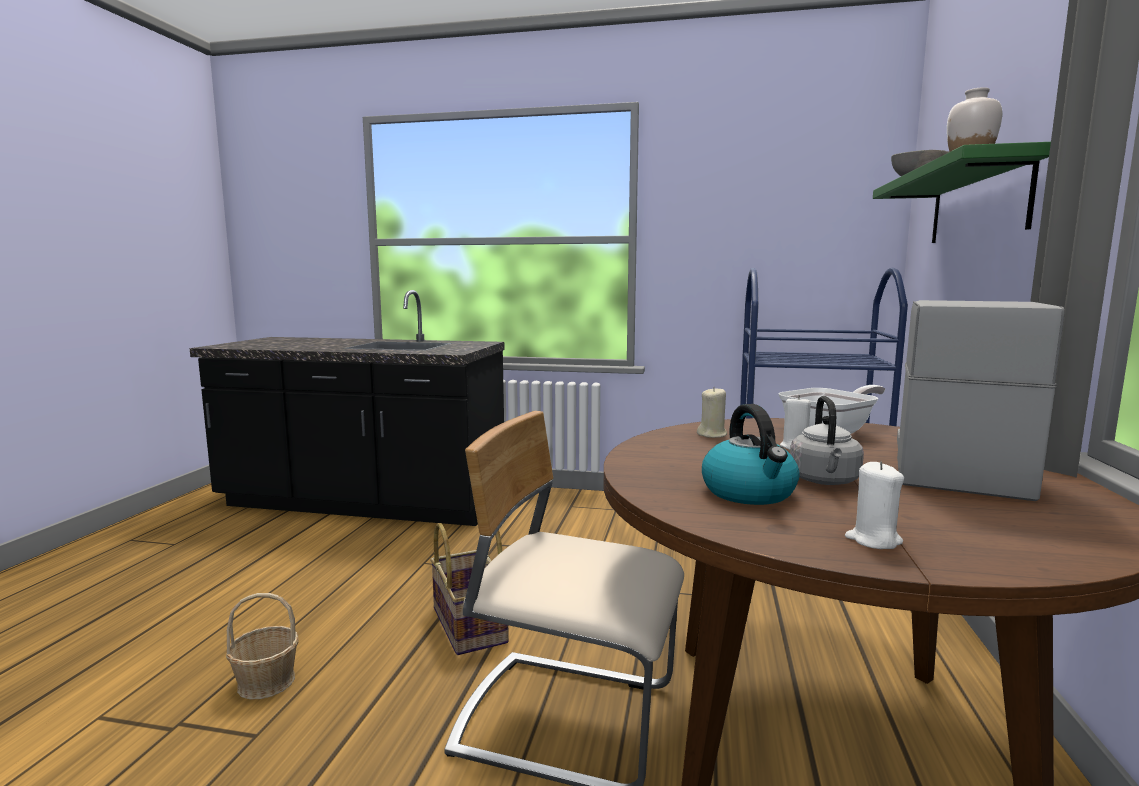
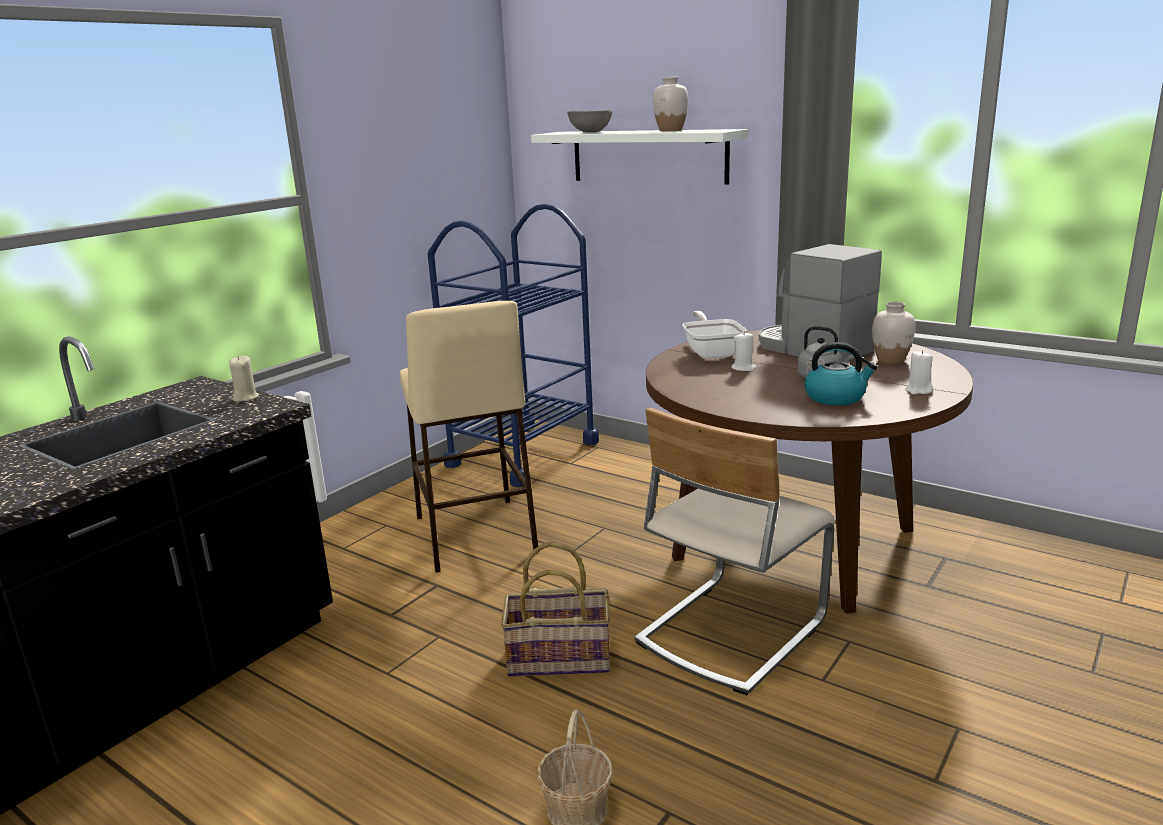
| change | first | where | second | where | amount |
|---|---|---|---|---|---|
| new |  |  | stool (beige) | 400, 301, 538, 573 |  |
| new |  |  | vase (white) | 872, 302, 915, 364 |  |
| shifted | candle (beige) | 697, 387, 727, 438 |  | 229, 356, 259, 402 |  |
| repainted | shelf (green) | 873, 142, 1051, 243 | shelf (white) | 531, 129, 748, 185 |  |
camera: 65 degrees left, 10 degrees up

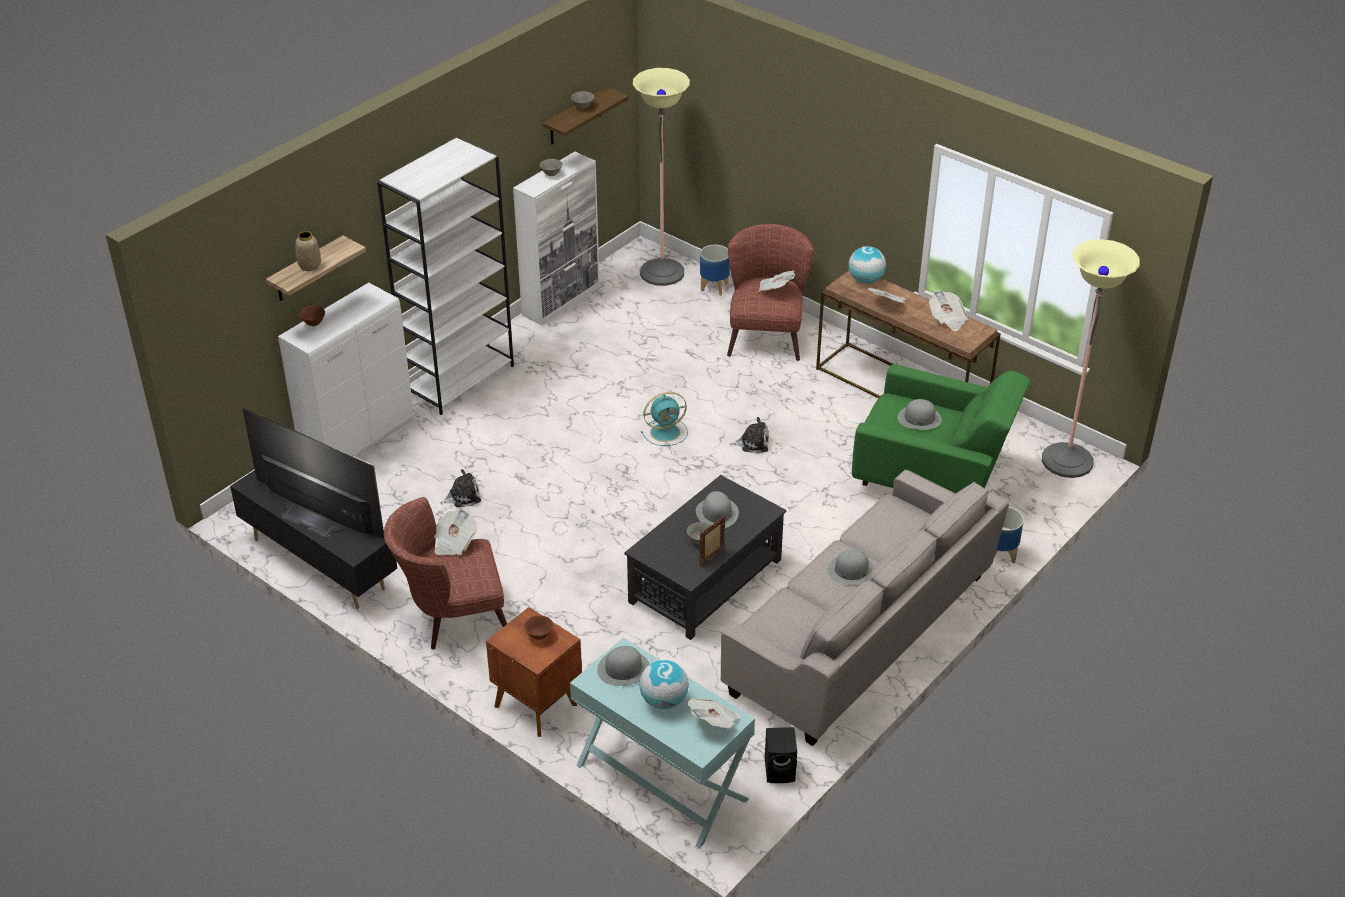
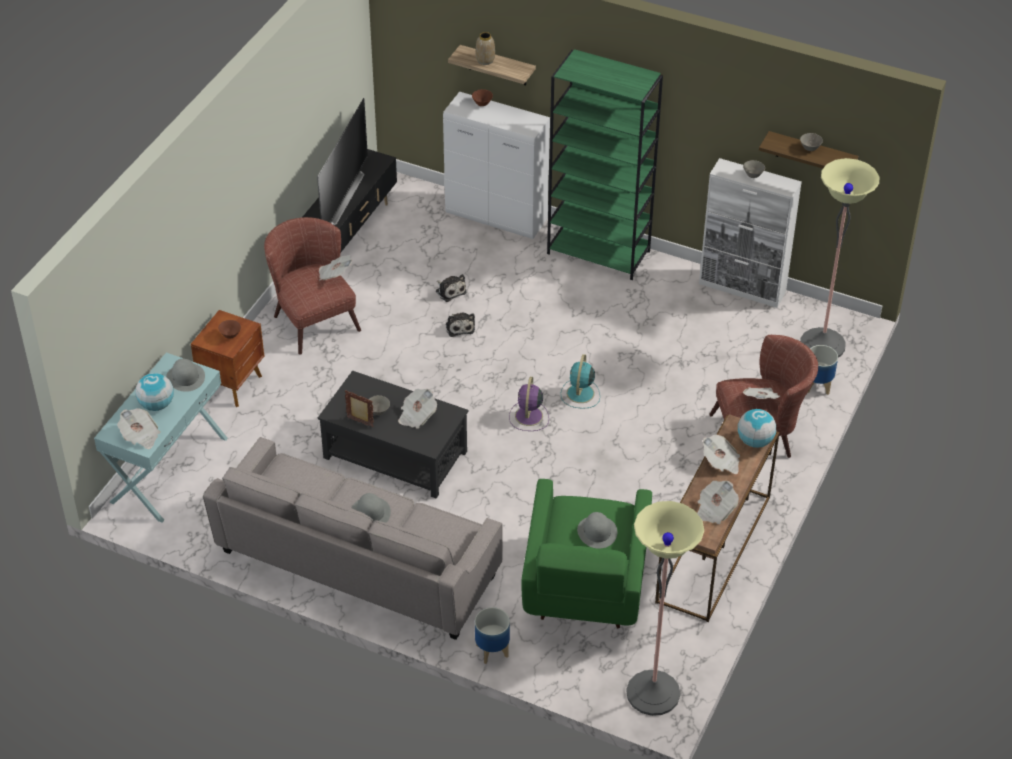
| change | first | where | second | where | amount |
|---|---|---|---|---|---|
| gone | speaker (black) | 765, 727, 797, 783 |  |  |  |
| new |  |  | fan (purple) | 509, 377, 549, 431 |  |
| shifted | plush toy | 730, 417, 769, 453 |  | 446, 313, 475, 337 |  |
| swapped | hat (grey) | 696, 491, 739, 528 | newspaper | 398, 389, 437, 429 |  |
| repainted | bookcase (white) | 377, 138, 514, 415 | bookcase (green) | 547, 49, 663, 280 |  |
| rotated | fan (turquoise) | 641, 392, 688, 446 |  | 561, 354, 600, 409 | 45 degrees clockwise |
camera: 75 degrees right, 5 degrees up

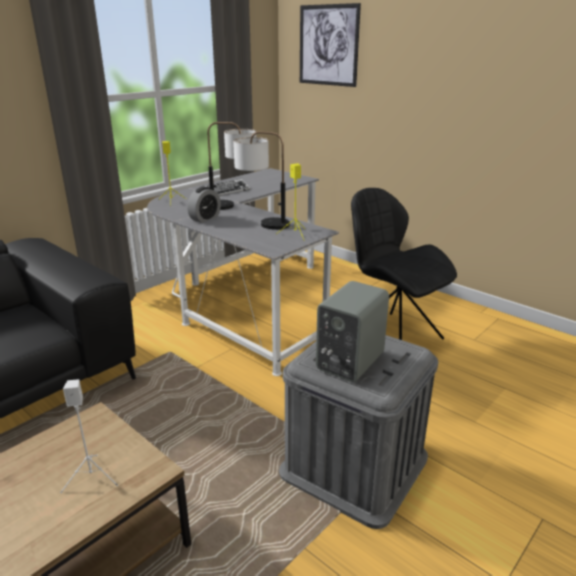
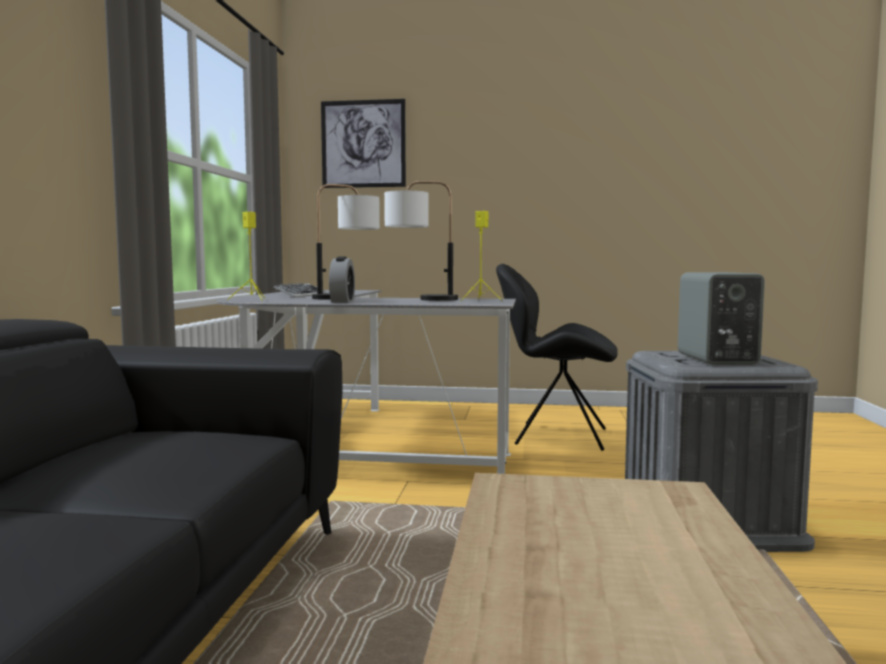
| change | first | where | second | where | amount |
|---|---|---|---|---|---|
| gone | speaker (white) | 60, 379, 118, 493 |  |  |  |
camera: 35 degrees left, 20 degrees down

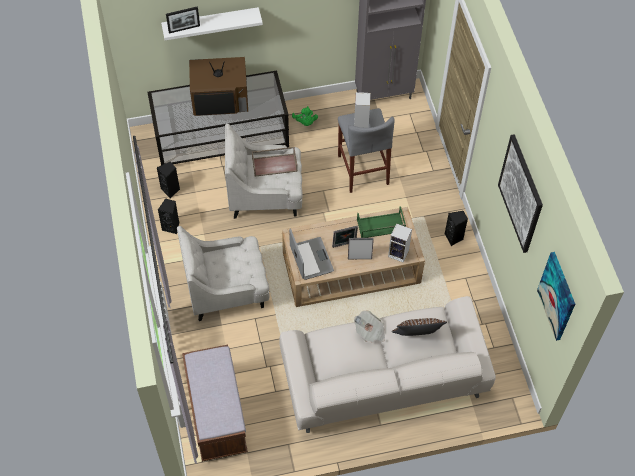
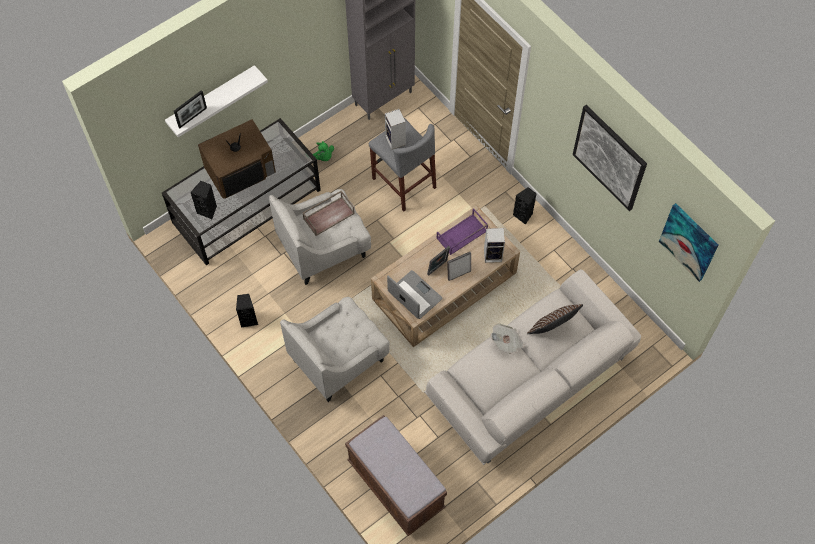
| change | first | where | second | where | amount |
|---|---|---|---|---|---|
| shifted | speaker (black) | 157, 162, 180, 198 |  | 190, 181, 217, 219 |  |
| repainted | tray (green) | 357, 206, 406, 238 | tray (purple) | 437, 208, 488, 255 |  |
camera: 25 degrees left, 5 degrees up

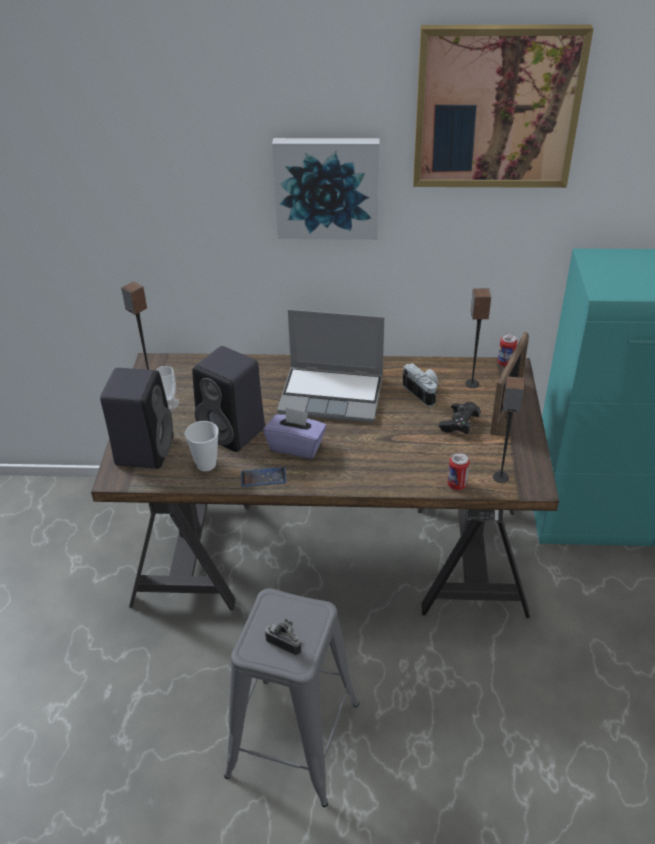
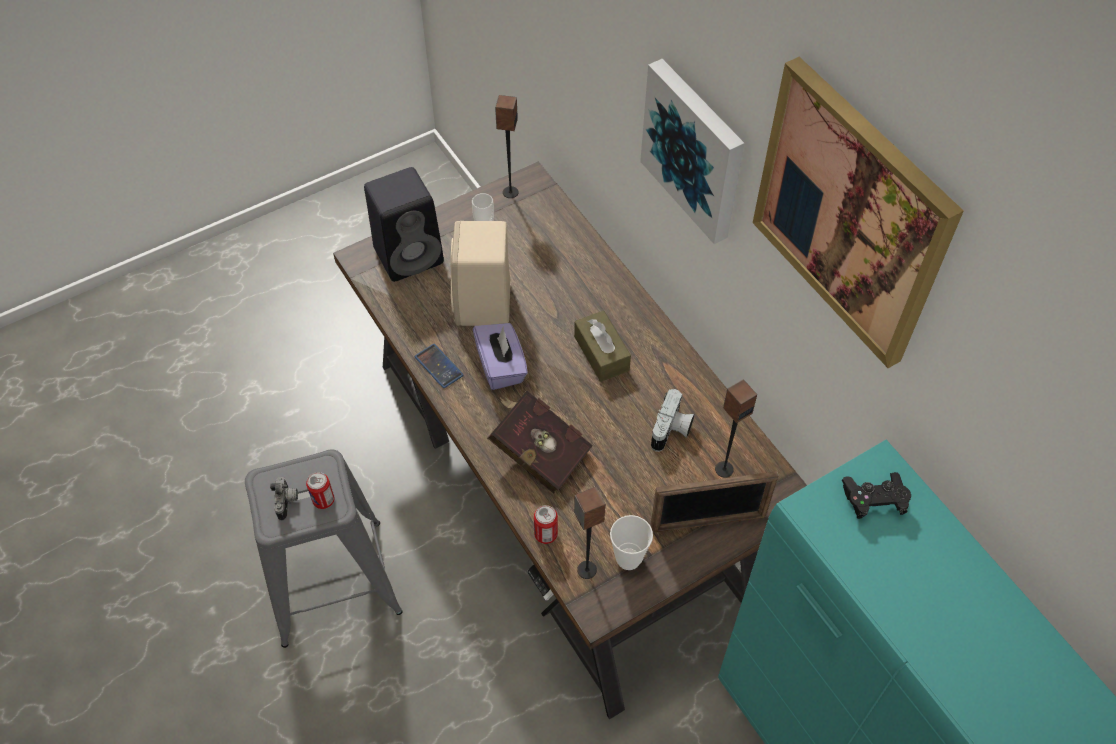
| change | first | where | second | where | amount |
|---|---|---|---|---|---|
| new |  |  | book (red) | 488, 391, 593, 494 |  |
| shifted | cup | 185, 421, 219, 471 |  | 610, 515, 653, 570 |  |
| shifted | game controller (black) | 439, 402, 481, 434 |  | 841, 472, 911, 519 |  |
| shifted | can | 497, 334, 517, 367 |  | 306, 472, 335, 509 |  |
| swapped | laptop | 277, 309, 384, 423 | tissue box (brown) | 574, 311, 631, 382 |  |
| repainted | speaker (black) | 192, 346, 265, 452 | speaker (beige) | 451, 221, 511, 326 |  |
camera: 55 degrees right, 15 degrees up

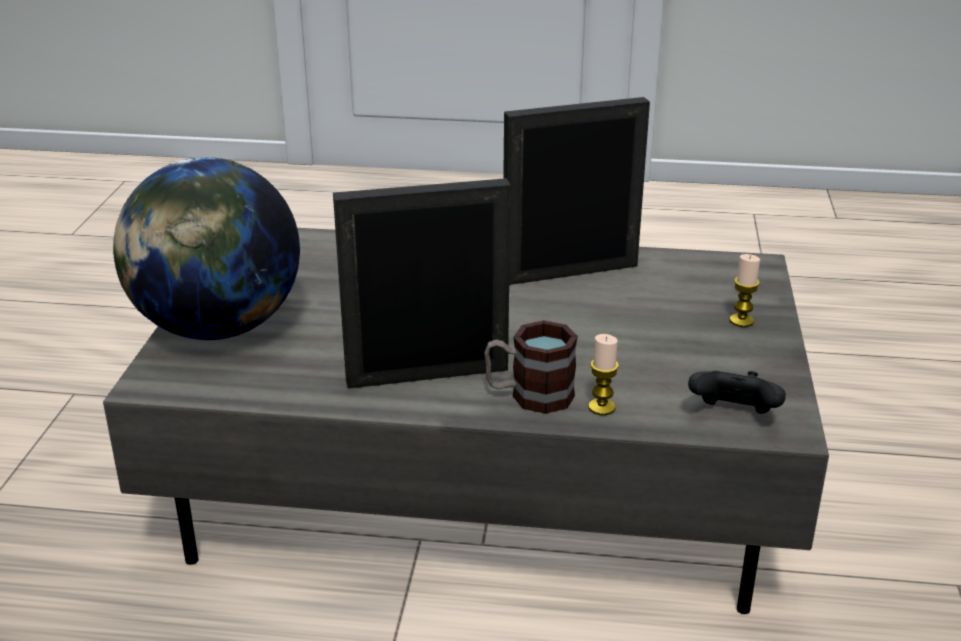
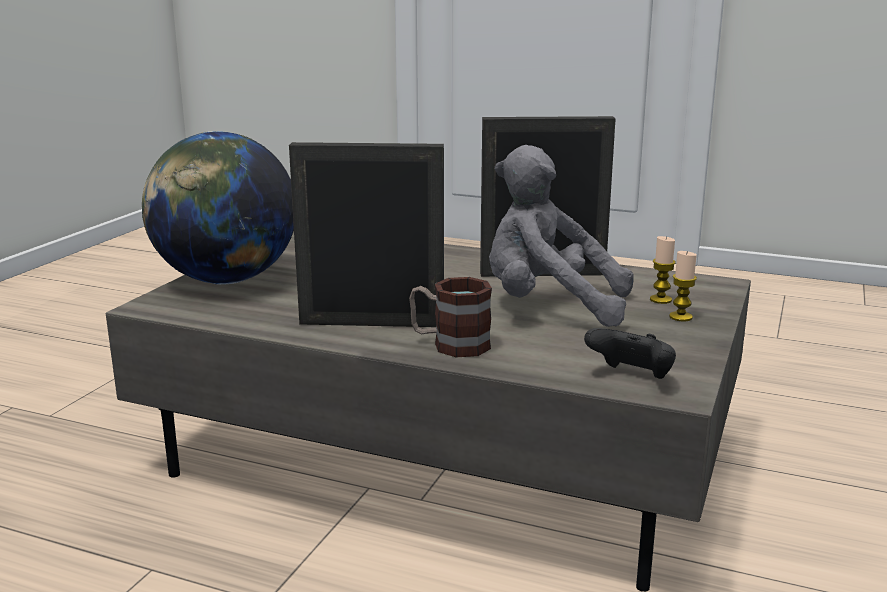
| change | first | where | second | where | amount |
|---|---|---|---|---|---|
| new |  |  | plush toy (grey) | 489, 145, 634, 327 |  |
| shifted | candle | 588, 334, 619, 415 |  | 650, 236, 676, 304 |  |
camera: 15 degrees right, 10 degrees down

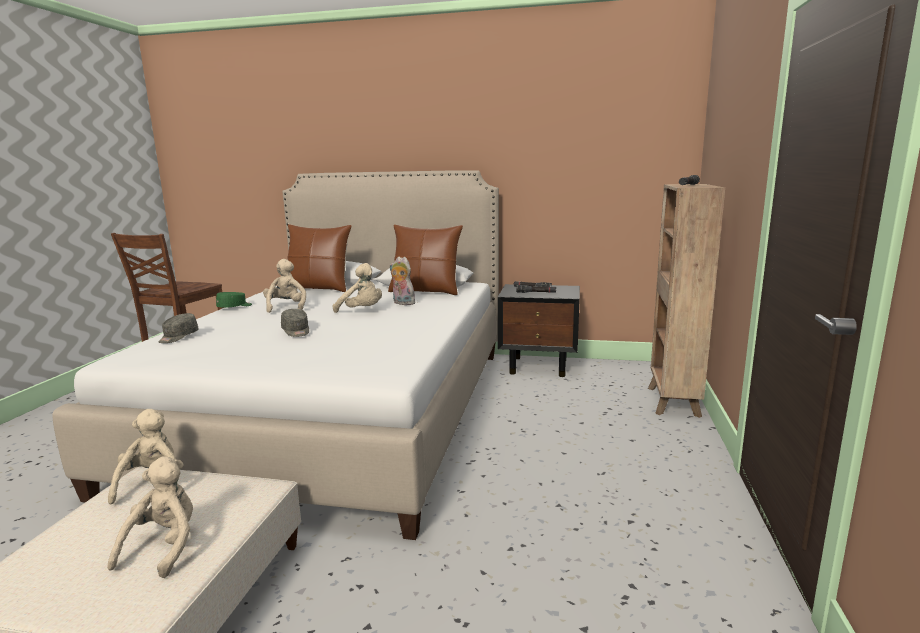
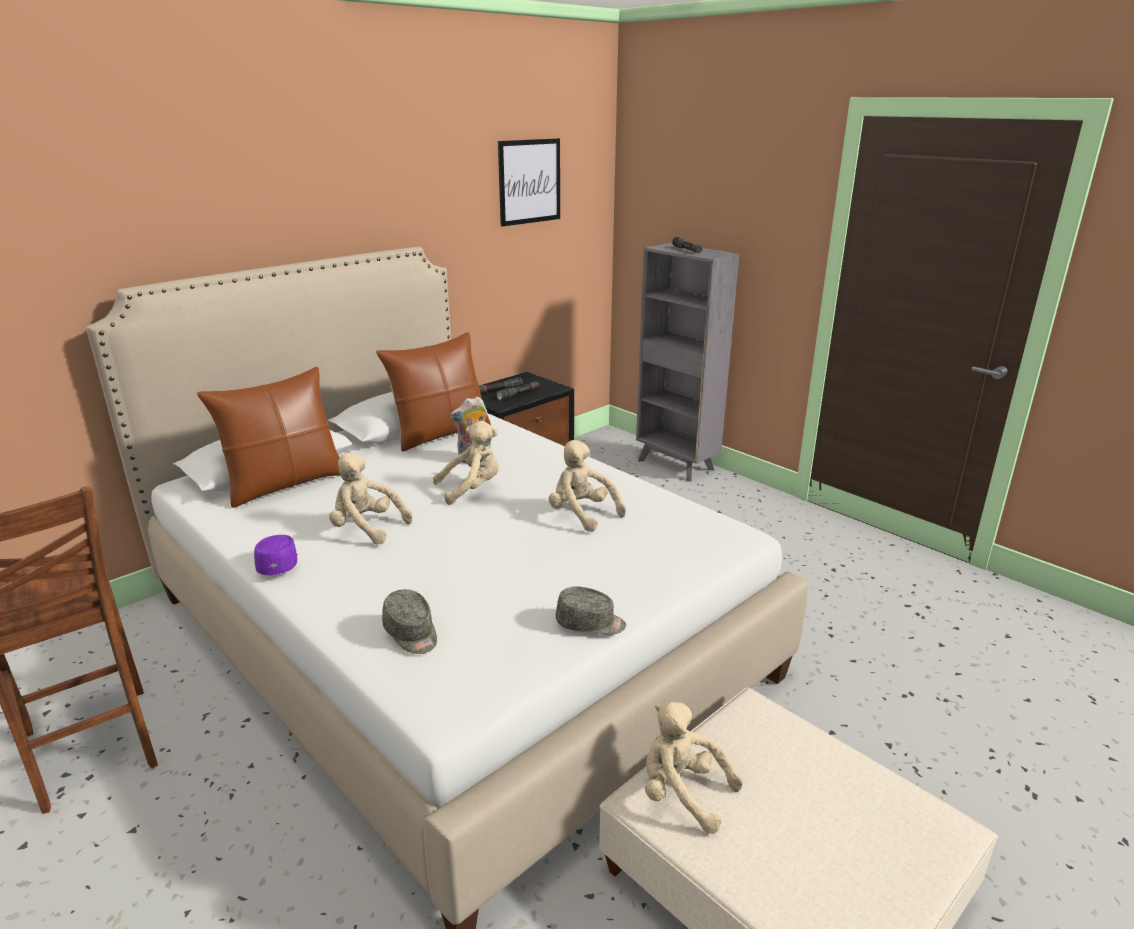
| change | first | where | second | where | amount |
|---|---|---|---|---|---|
| new |  |  | picture | 498, 138, 560, 227 |  |
| shifted | plush toy (beige) | 107, 456, 193, 578 |  | 548, 440, 626, 532 |  |
| shifted | cap (grey) | 281, 309, 309, 337 |  | 556, 586, 626, 635 |  |
| repainted | cap (green) | 216, 292, 252, 308 | cap (purple) | 254, 535, 297, 575 |  |
| repainted | bookcase (brown) | 648, 184, 725, 418 | bookcase (grey) | 636, 243, 739, 482 |  |
camera: 55 degrees left, 10 degrees up

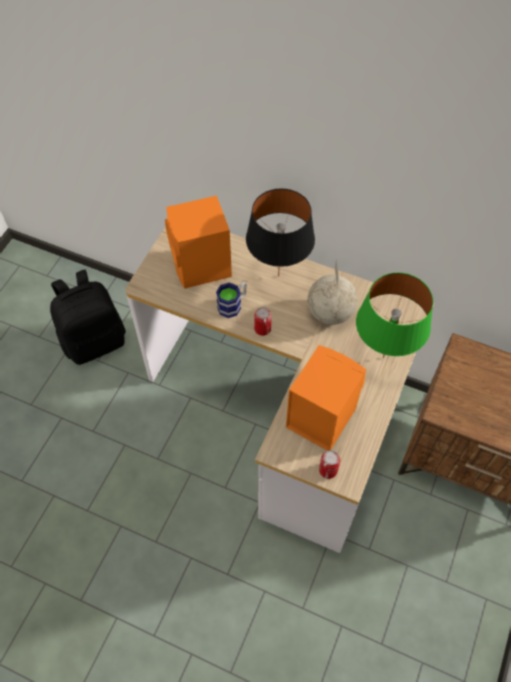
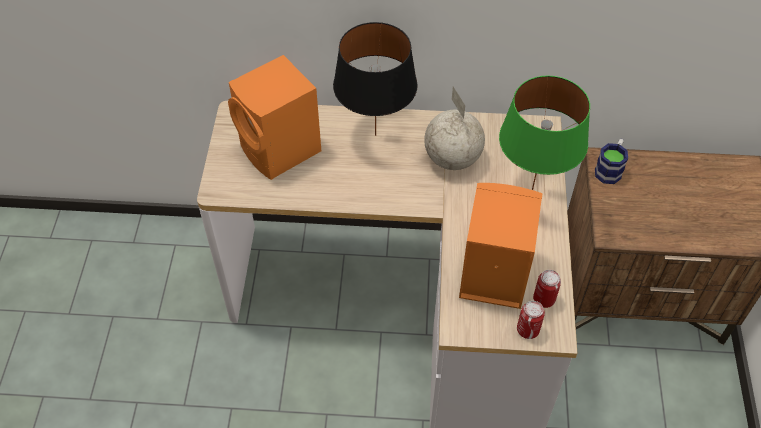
| change | first | where | second | where | amount |
|---|---|---|---|---|---|
| gone | backpack (black) | 50, 270, 126, 365 |  |  |  |
| shifted | mug | 216, 282, 247, 318 |  | 595, 139, 628, 184 |  |
| shifted | can | 254, 307, 272, 336 |  | 533, 270, 561, 308 |  |
camera: 20 degrees left, 5 degrees down

